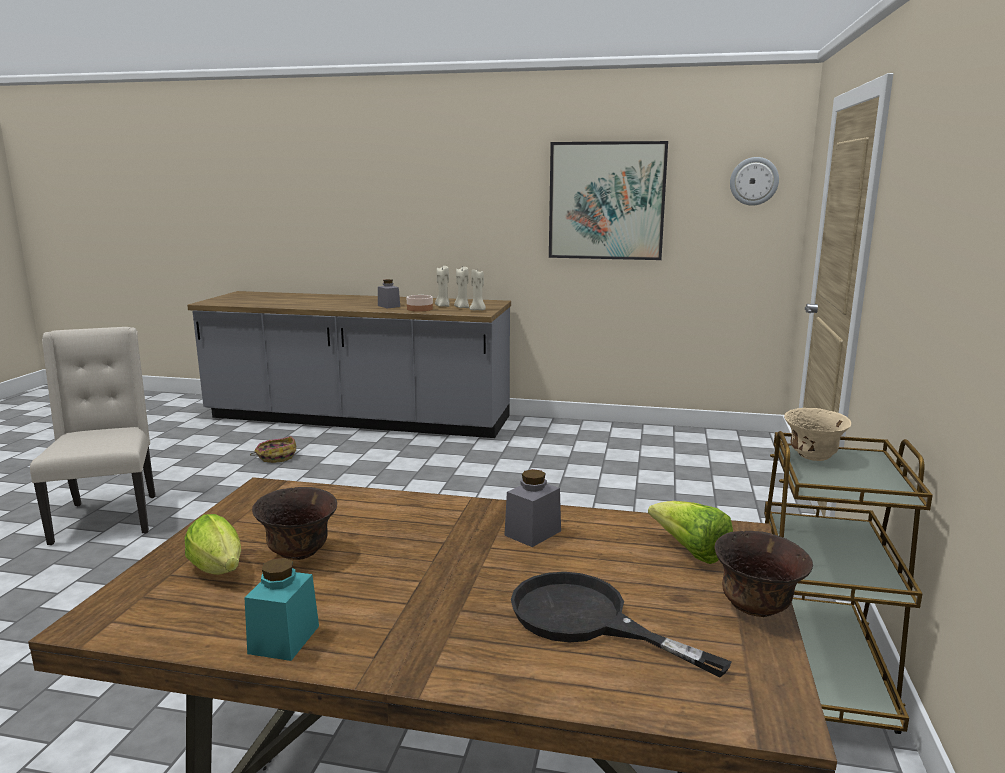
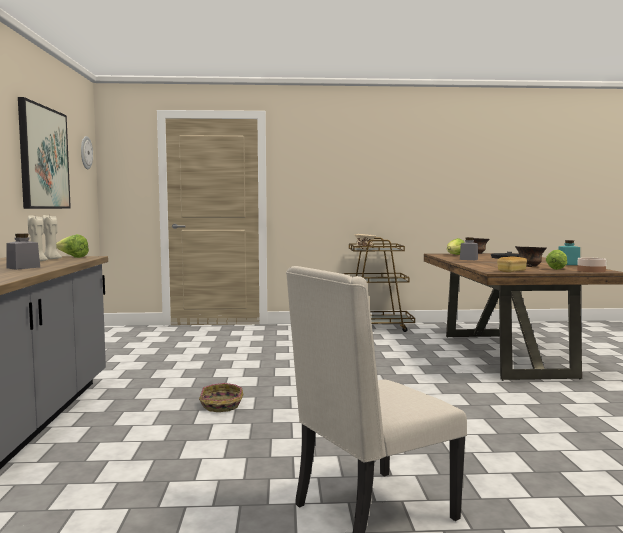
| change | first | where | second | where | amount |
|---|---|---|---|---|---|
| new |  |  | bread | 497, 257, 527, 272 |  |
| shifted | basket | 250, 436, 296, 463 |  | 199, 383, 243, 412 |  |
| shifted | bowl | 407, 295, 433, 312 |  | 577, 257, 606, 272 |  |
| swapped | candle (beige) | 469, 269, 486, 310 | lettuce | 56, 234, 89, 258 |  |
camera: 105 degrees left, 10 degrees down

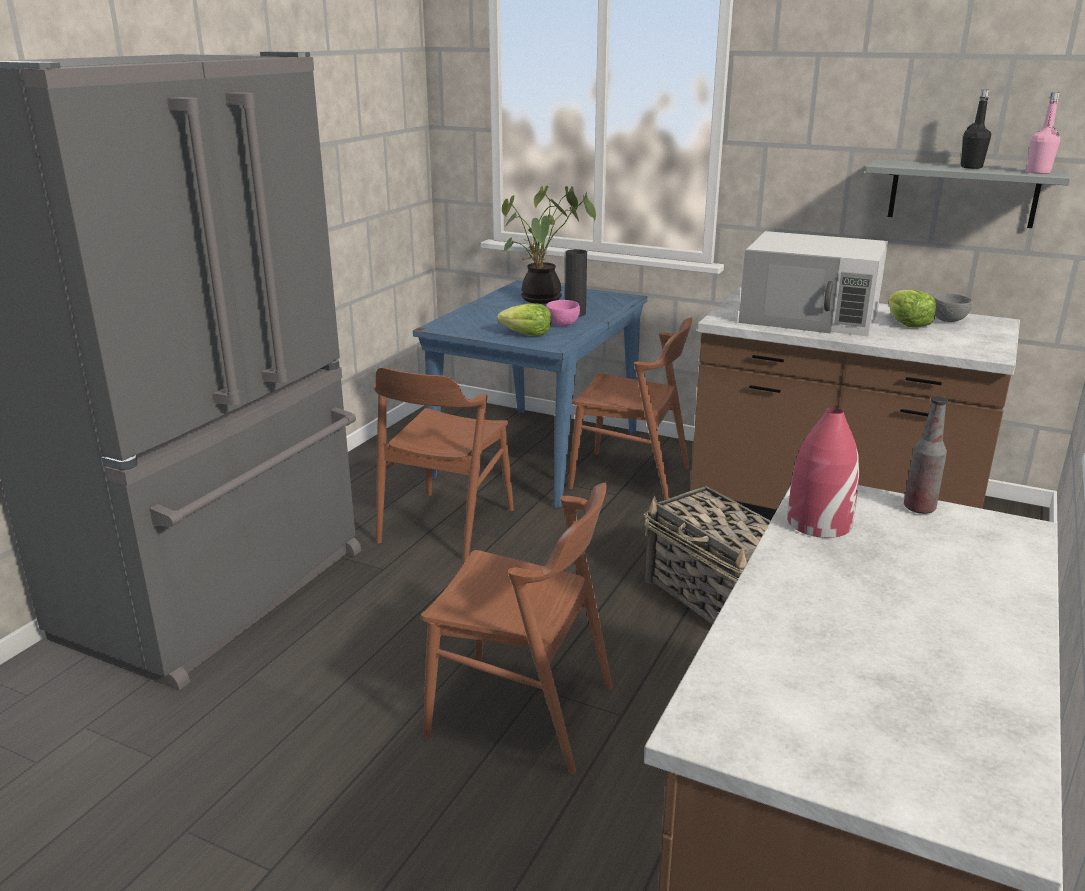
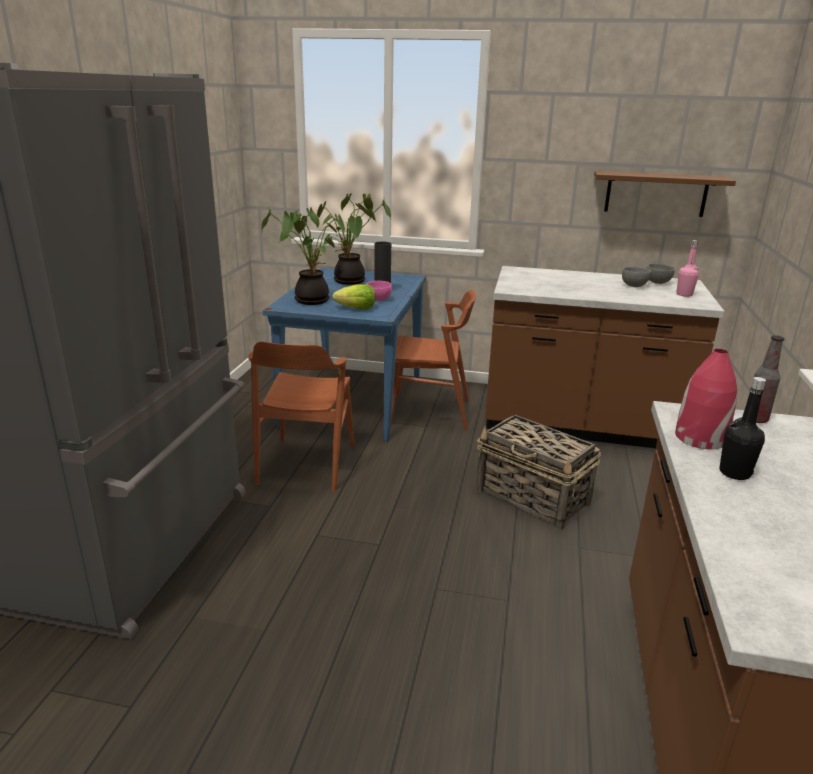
| change | first | where | second | where | amount |
|---|---|---|---|---|---|
| gone | chair (brown) | 421, 483, 613, 774 |  |  |  |
| gone | microwave (white) | 739, 231, 888, 336 |  |  |  |
| new |  |  | potted plant | 261, 207, 345, 305 |  |
| shifted | bottle (black) | 961, 90, 991, 169 |  | 719, 377, 766, 480 |  |
| shifted | bottle (pink) | 1027, 92, 1060, 174 |  | 676, 240, 699, 297 |  |
| swapped | lettuce | 888, 290, 936, 327 | bowl (grey) | 622, 267, 651, 287 |  |
| repainted | shelf (grey) | 866, 160, 1070, 228 | shelf (brown) | 594, 171, 736, 217 |  |
camera: 15 degrees left, 0 degrees up

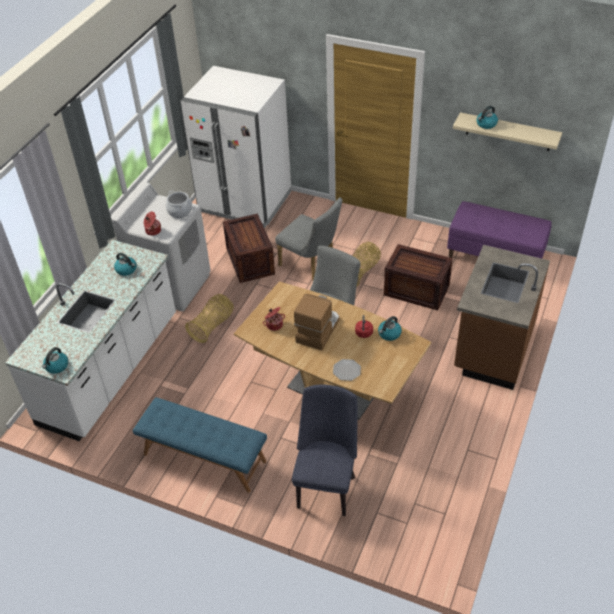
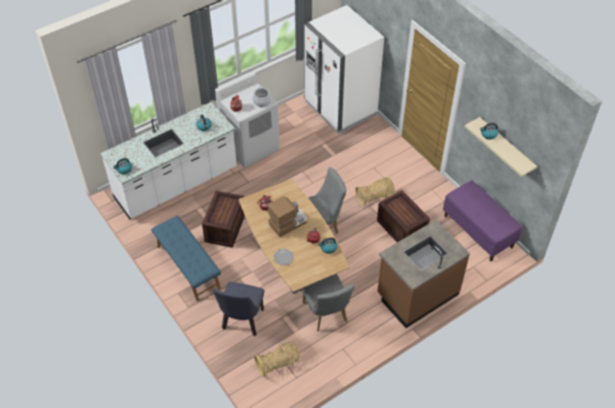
| change | first | where | second | where | amount |
|---|---|---|---|---|---|
| shifted | basket | 185, 294, 234, 343 |  | 254, 342, 300, 377 |  |
| shifted | crate | 223, 214, 275, 283 |  | 202, 191, 245, 248 |  |
| shifted | chair (grey) | 275, 198, 342, 280 |  | 302, 274, 355, 331 |  |
| rotated | chair (blue) | 292, 385, 358, 516 |  | 213, 282, 264, 336 | 150 degrees clockwise |
camera: 30 degrees right, 5 degrees up

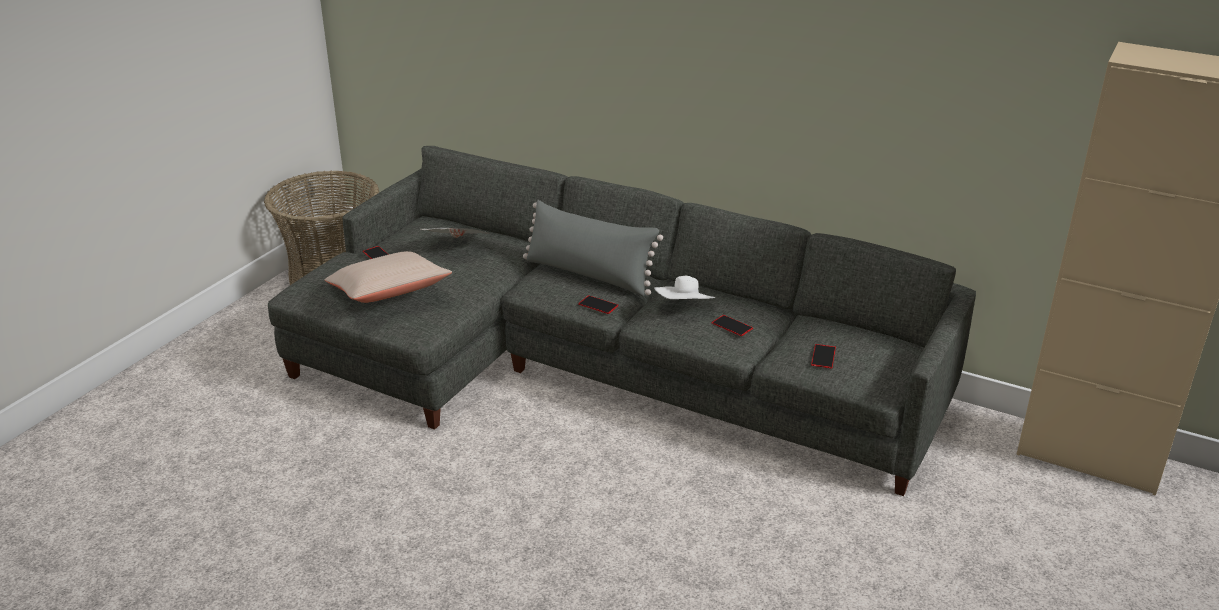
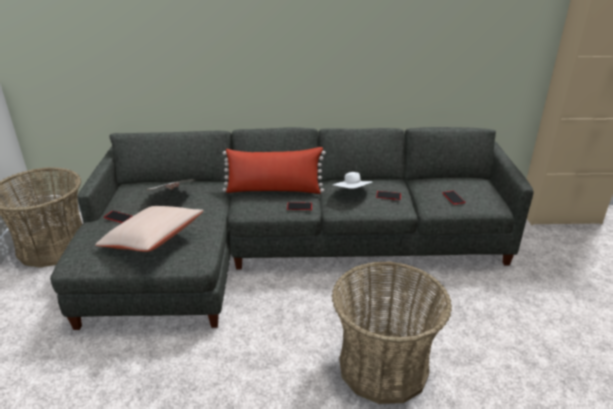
| change | first | where | second | where | amount |
|---|---|---|---|---|---|
| new |  |  | basket | 332, 261, 452, 404 |  |
| repainted | pillow (grey) | 523, 200, 663, 296 | pillow (red) | 223, 147, 326, 194 |  |
camera: 30 degrees left, 0 degrees up

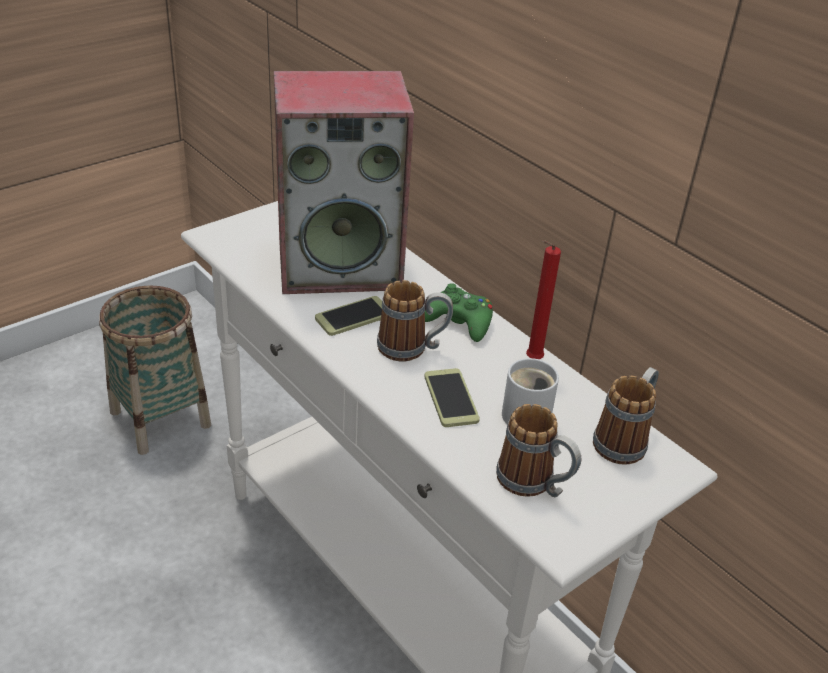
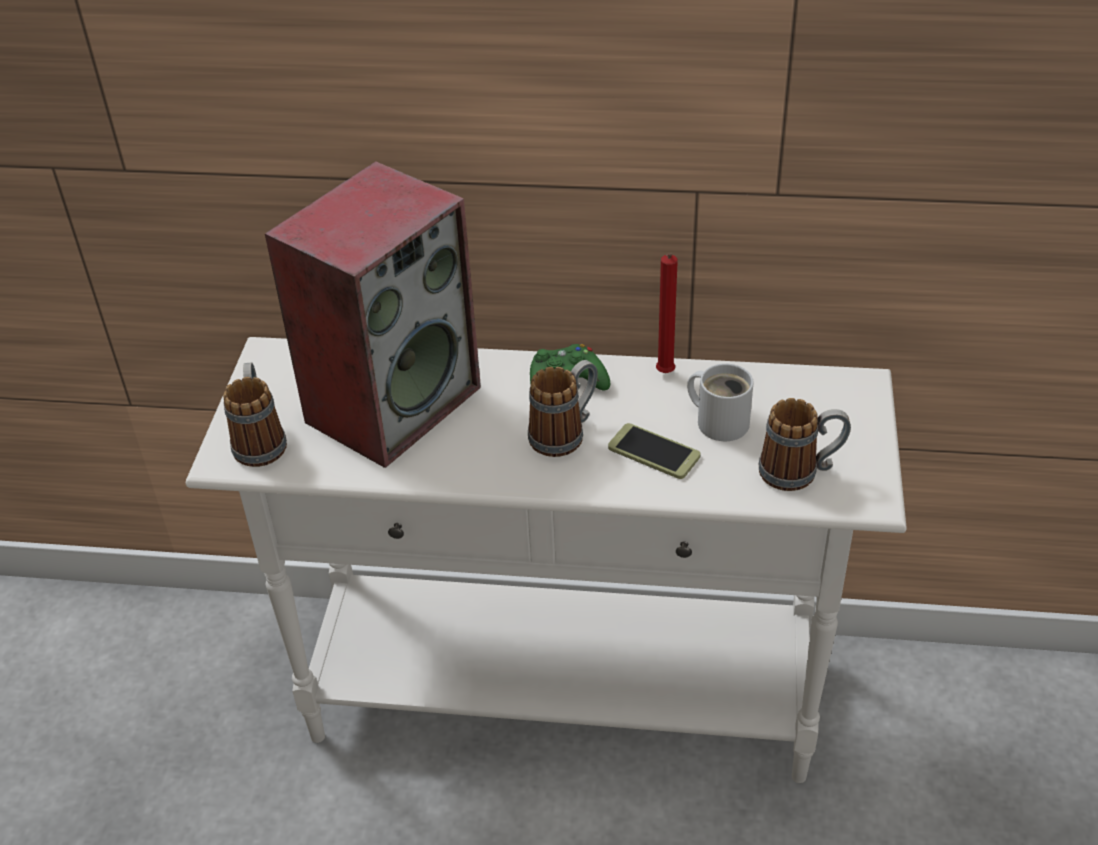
| change | first | where | second | where | amount |
|---|---|---|---|---|---|
| gone | basket | 99, 285, 211, 455 |  |  |  |
| gone | phone | 315, 296, 382, 336 |  |  |  |
| shifted | mug | 593, 367, 659, 464 |  | 223, 362, 287, 467 |  |
camera: 40 degrees left, 5 degrees up

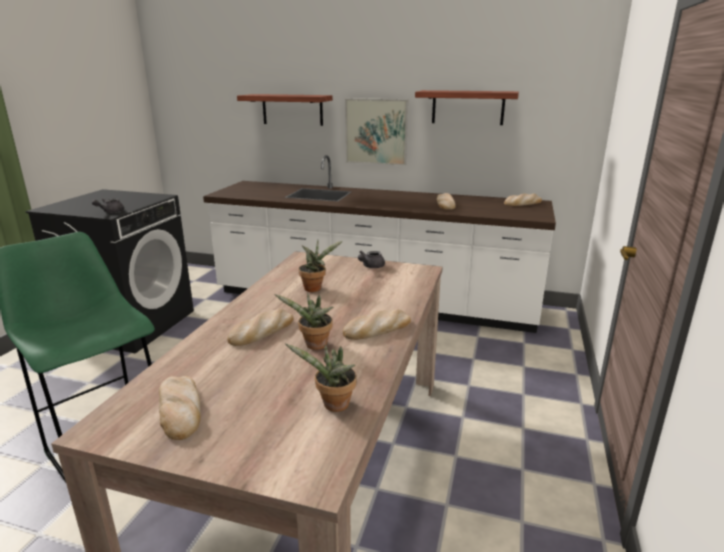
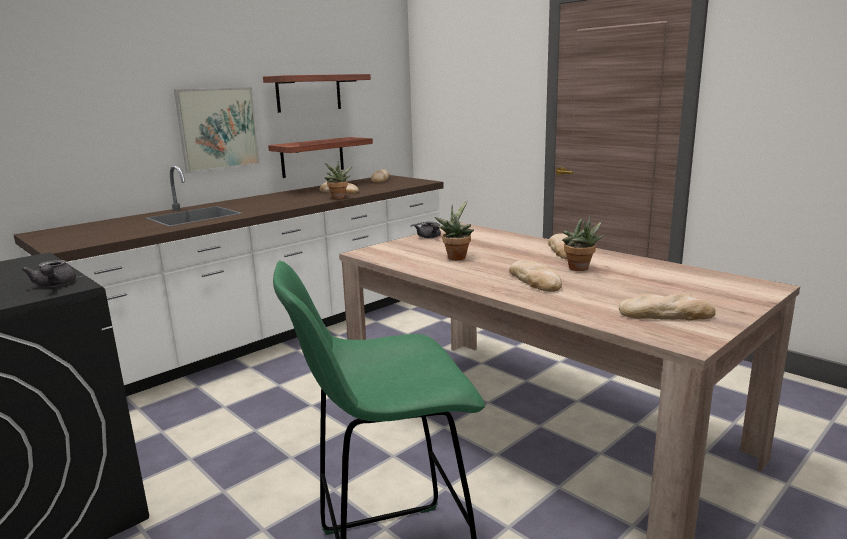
| change | first | where | second | where | amount |
|---|---|---|---|---|---|
| shifted | shelf | 237, 94, 333, 126 |  | 268, 137, 373, 178 |  |
| shifted | potted plant | 285, 344, 357, 412 |  | 325, 161, 352, 199 |  |
camera: 60 degrees left, 5 degrees down

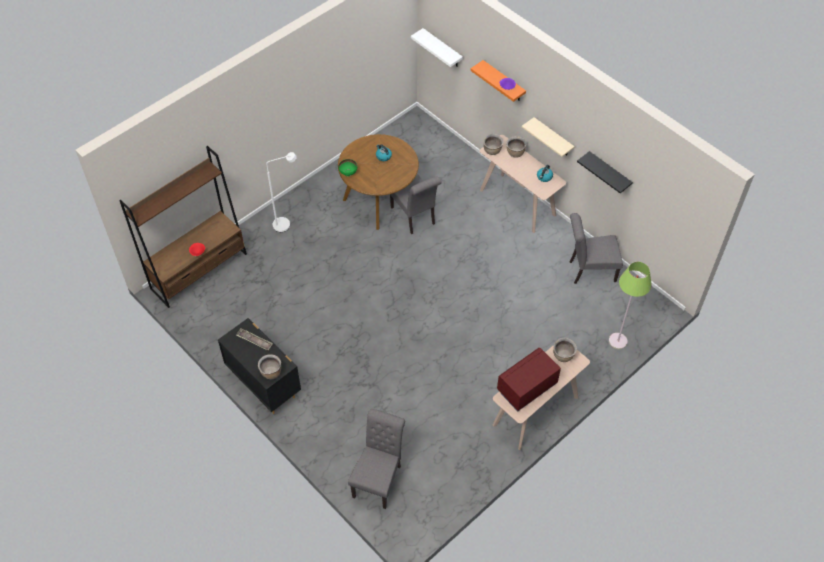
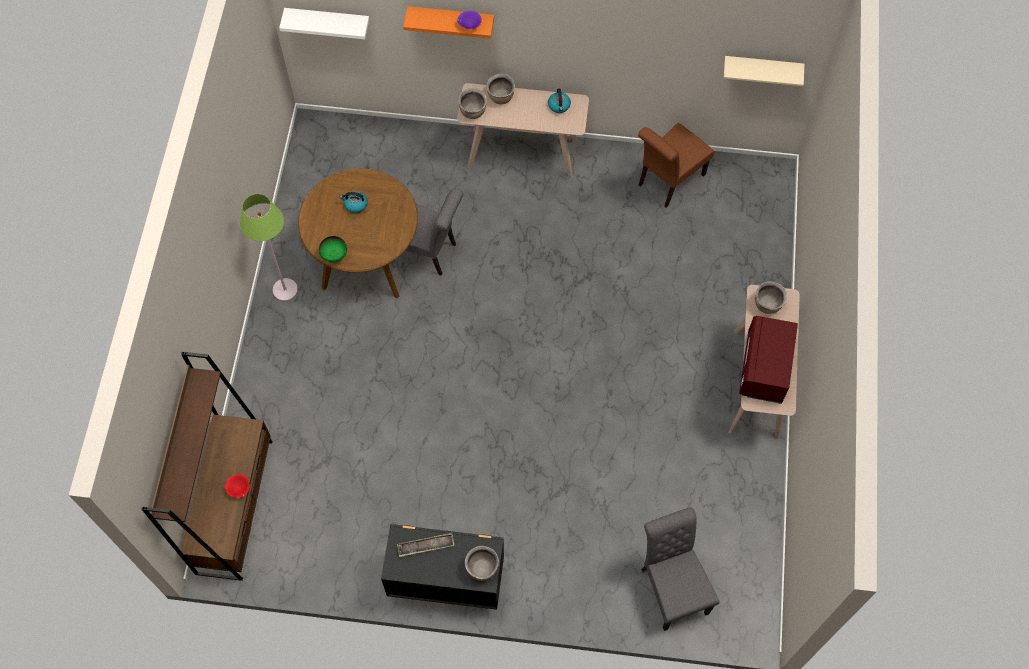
| change | first | where | second | where | amount |
|---|---|---|---|---|---|
| gone | floor lamp (white) | 266, 152, 297, 232 |  |  |  |
| gone | shelf (black) | 577, 151, 633, 193 |  |  |  |
| shifted | shelf (beige) | 522, 117, 575, 157 |  | 723, 56, 804, 86 |  |
| shifted | floor lamp (green) | 609, 262, 651, 349 |  | 240, 194, 298, 301 |  |
| repainted | chair (grey) | 569, 213, 623, 284 | chair (brown) | 638, 123, 715, 208 |  |
camera: 40 degrees left, 10 degrees up

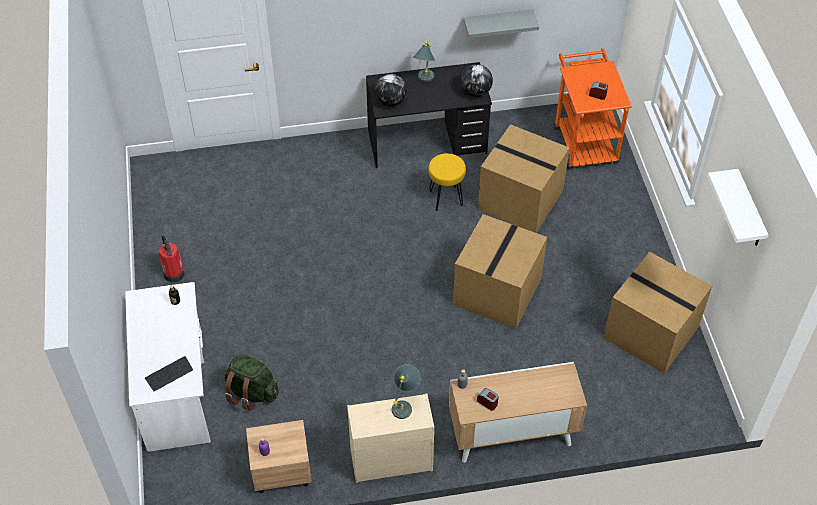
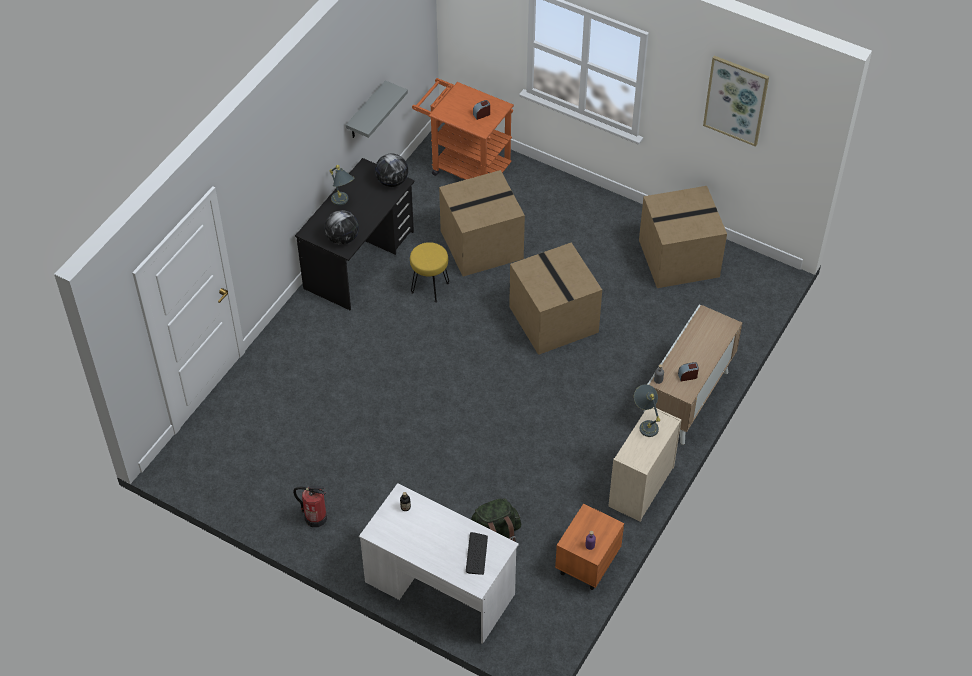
| change | first | where | second | where | amount |
|---|---|---|---|---|---|
| swapped | shelf (white) | 707, 169, 768, 246 | picture | 703, 56, 769, 147 |  |
| repainted | nightstand (beige) | 246, 420, 312, 494 | nightstand (orange) | 555, 503, 624, 590 |  |
camera: 50 degrees left, 0 degrees up

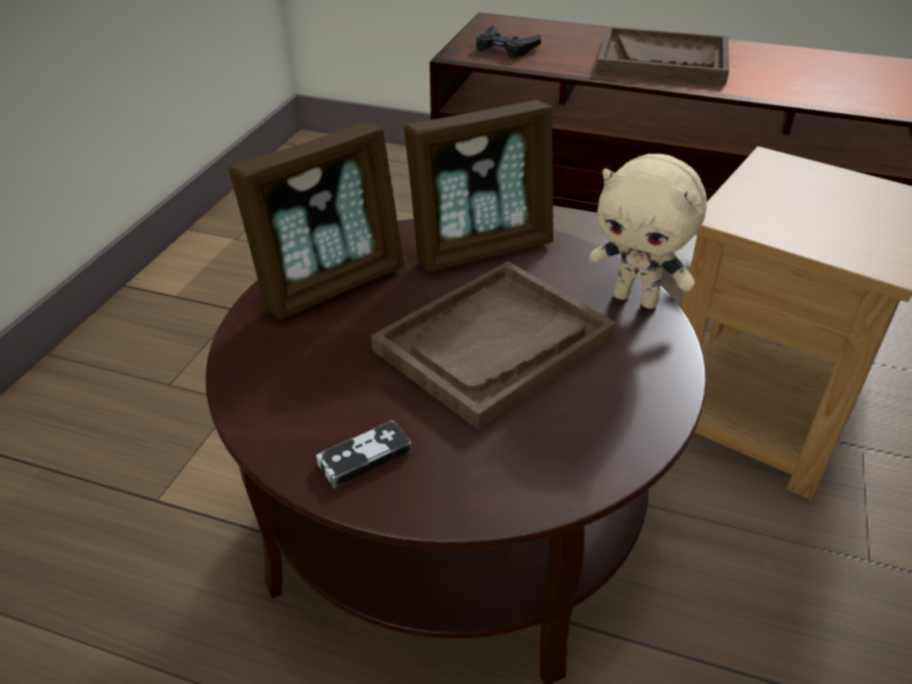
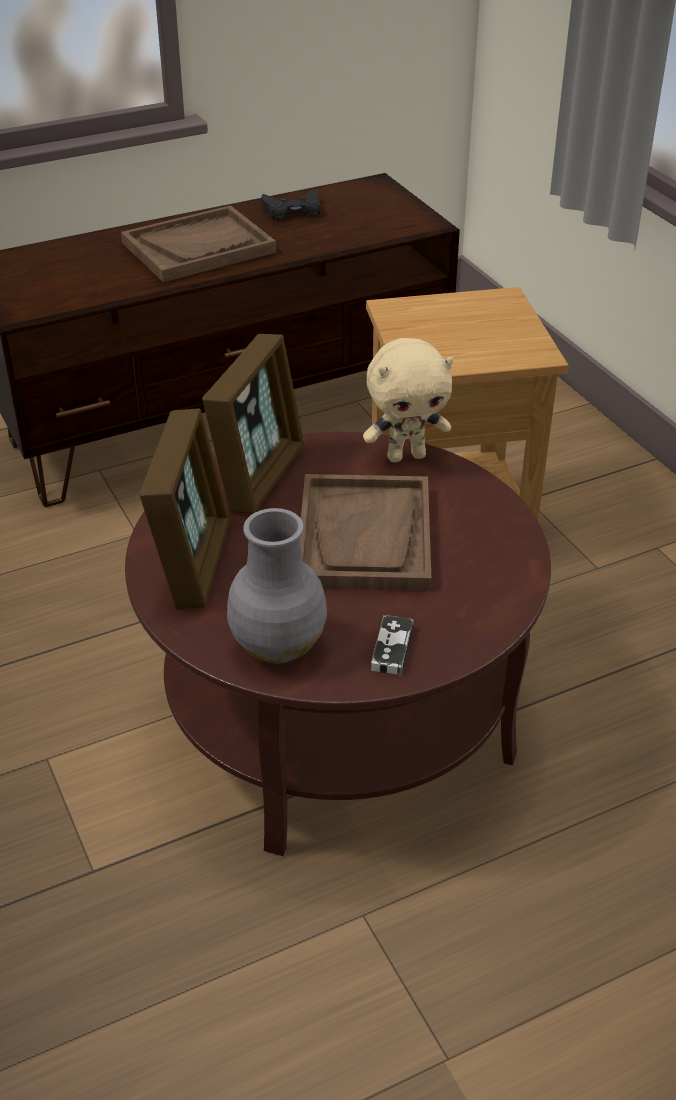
| change | first | where | second | where | amount |
|---|---|---|---|---|---|
| new |  |  | vase (grey) | 227, 508, 327, 663 |  |
| shifted | game controller (black) | 476, 25, 541, 58 |  | 261, 189, 320, 221 |  |
camera: 45 degrees left, 0 degrees up

